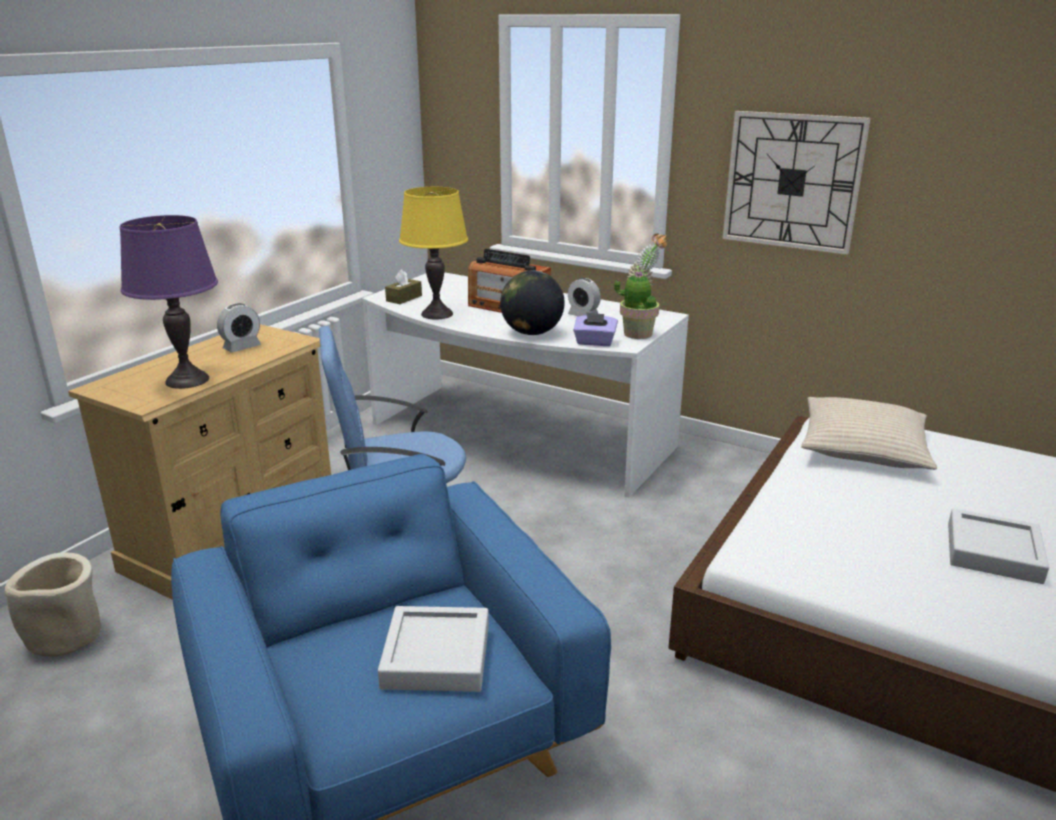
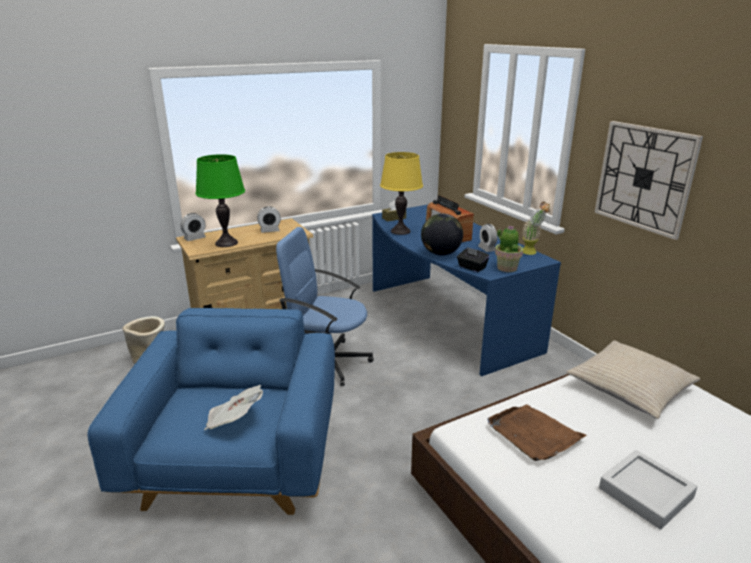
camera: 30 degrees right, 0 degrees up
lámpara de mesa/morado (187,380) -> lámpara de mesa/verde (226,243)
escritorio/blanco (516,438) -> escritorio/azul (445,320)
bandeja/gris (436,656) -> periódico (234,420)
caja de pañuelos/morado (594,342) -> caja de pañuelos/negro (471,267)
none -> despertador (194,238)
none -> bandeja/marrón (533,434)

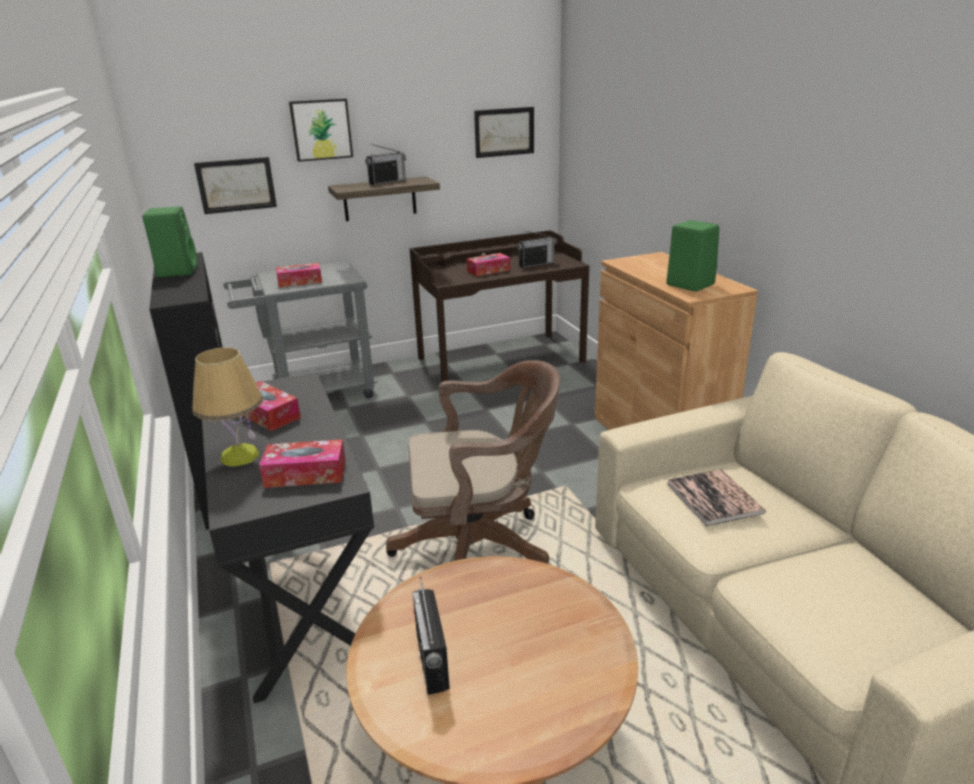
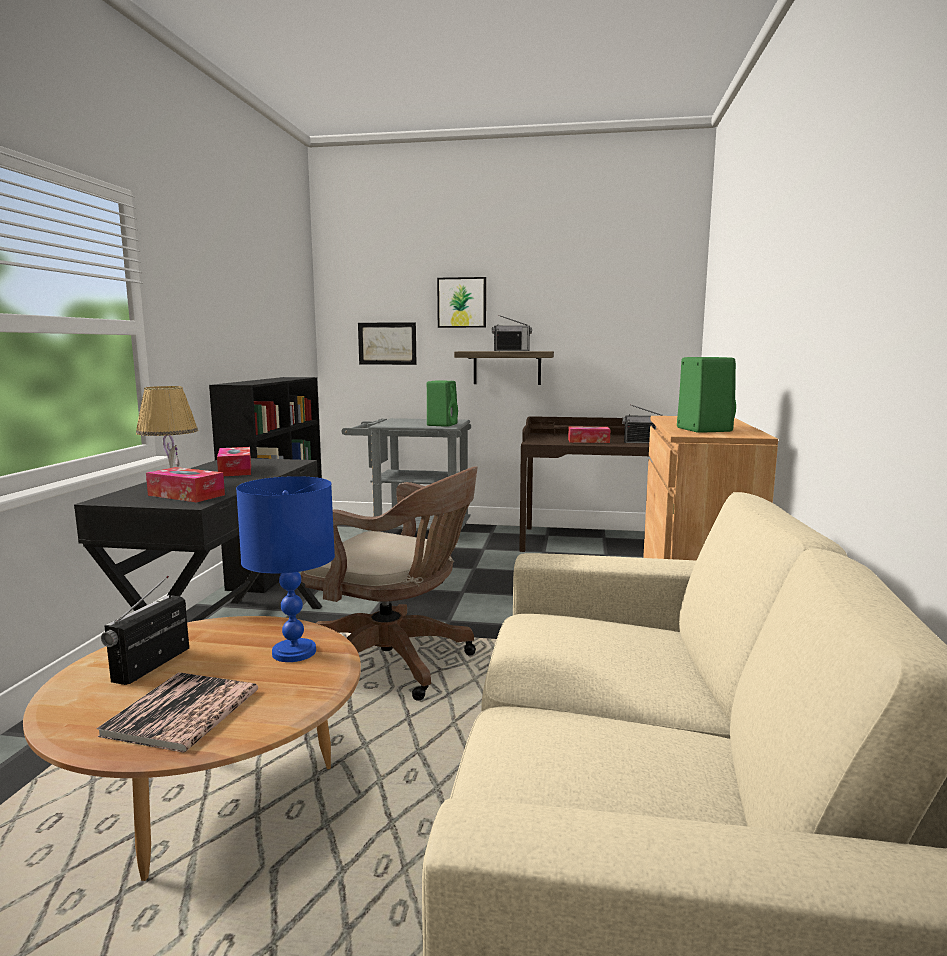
camera: 30 degrees right, 15 degrees down
altavoz/verde (177,271) -> altavoz/verde (442,424), shifted
caja de pañuelos (300,282) -> none
cuadro (504,132) -> none
libro (714,498) -> libro (182,712), shifted
none -> lámpara de mesa/azul (293,652)

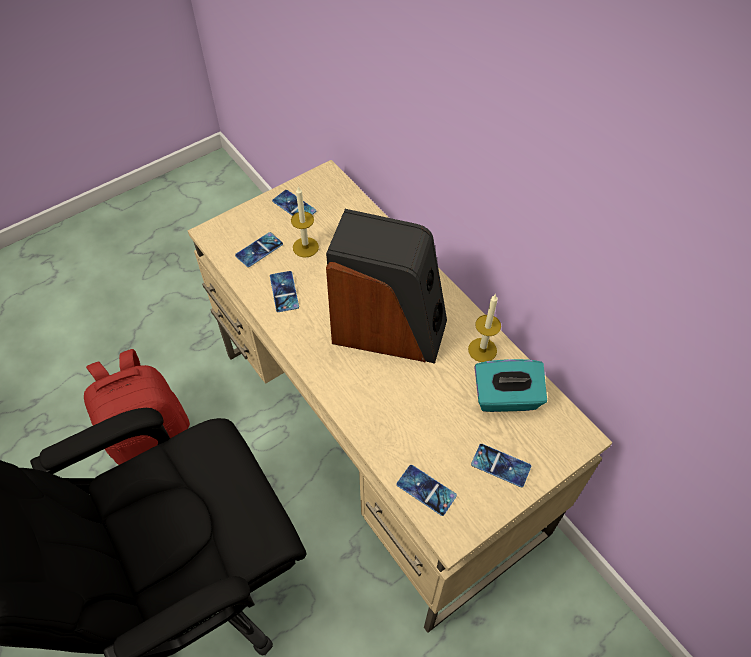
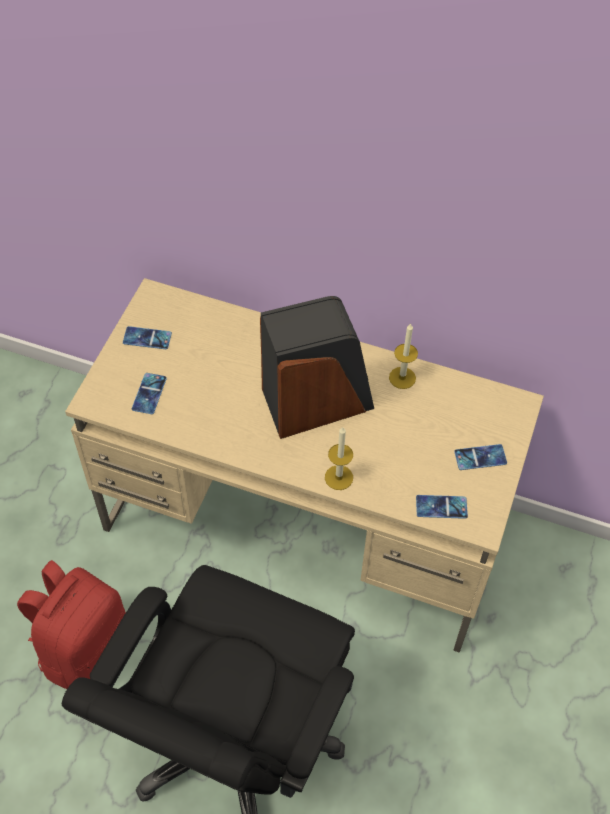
camera: 35 degrees left, 0 degrees up
móvil (284,291) -> none
vela (305,247) -> vela (339,477), shifted
caja de pañuelos/turquesa (506,398) -> none

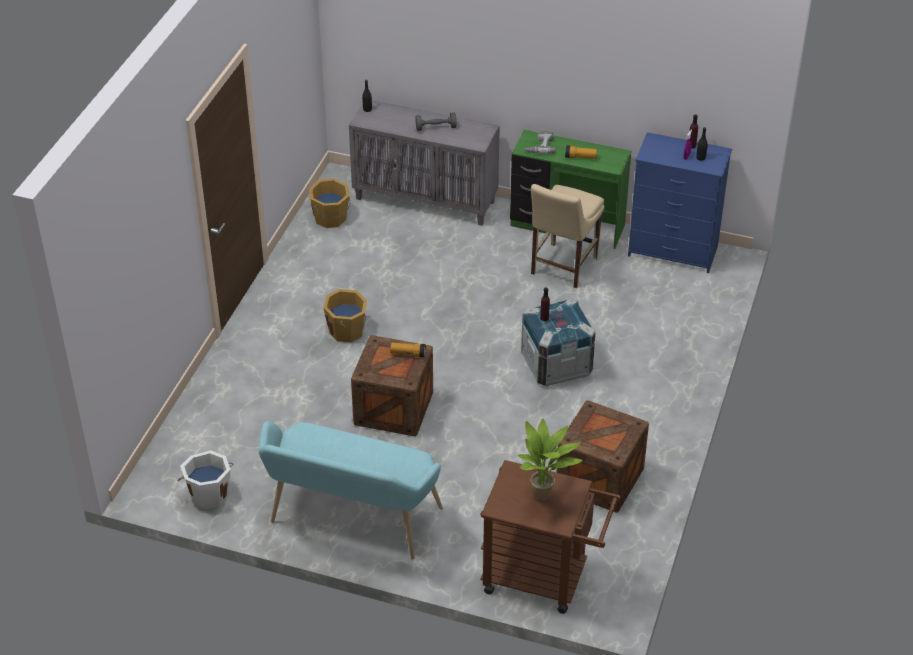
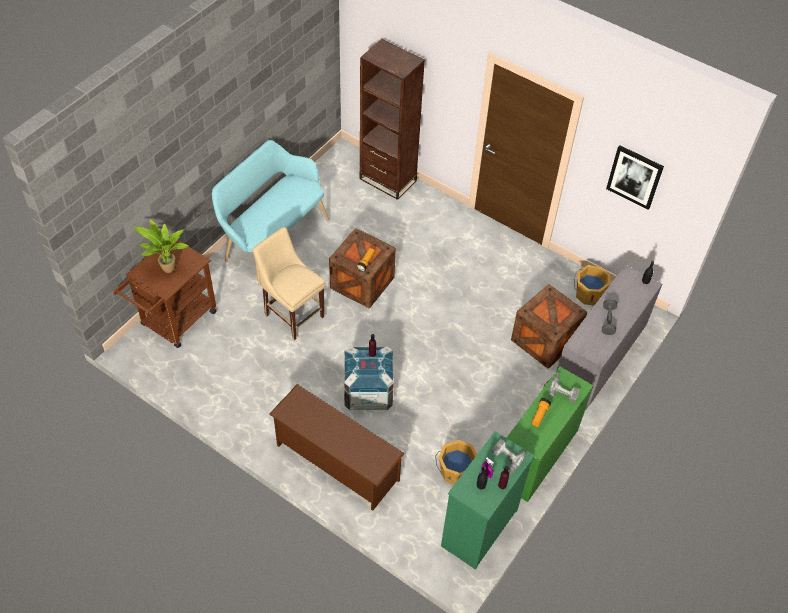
camera: 105 degrees right, 10 degrees up
cubo/blanco (209,494) -> none
cubo/naranja (347,330) -> cubo/naranja (455,472), shifted
silla/beis (562,267) -> silla/beis (292,314), shifted
caja de embalaje (599,479) -> caja de embalaje (544,340), shifted
cómoda/azul (673,251) -> cómoda/verde (478,528)
none -> zapatero/marrón (336,462)
none -> estantería/marrón (387,180)
none -> taladro (505,459)
none -> cuadro (634,177)

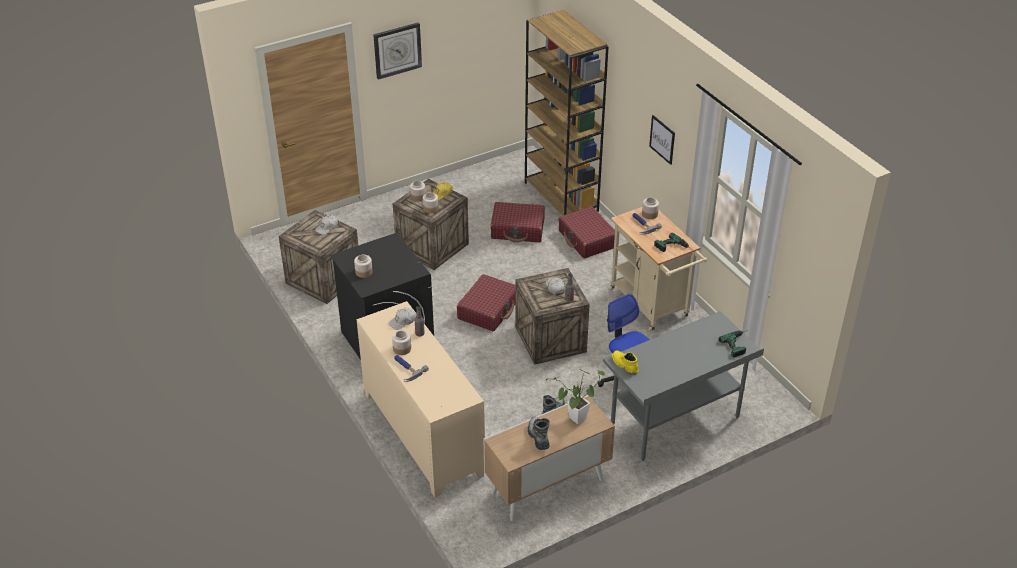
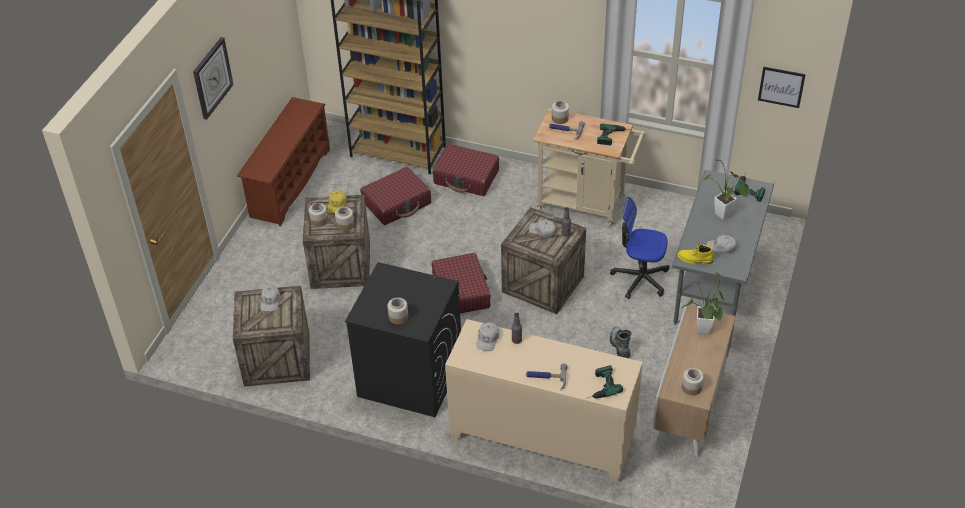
camera: 40 degrees left, 5 degrees up
tarro (402,349) -> tarro (692,387), shifted
bota (538,436) -> none
cuadro (662,139) -> cuadro (781,87), shifted
none -> zapatero/marrón (289,182)
none -> taladro (599,386)
none -> planta en maceta (725,216)
none -> gorra/blanco (721,247)

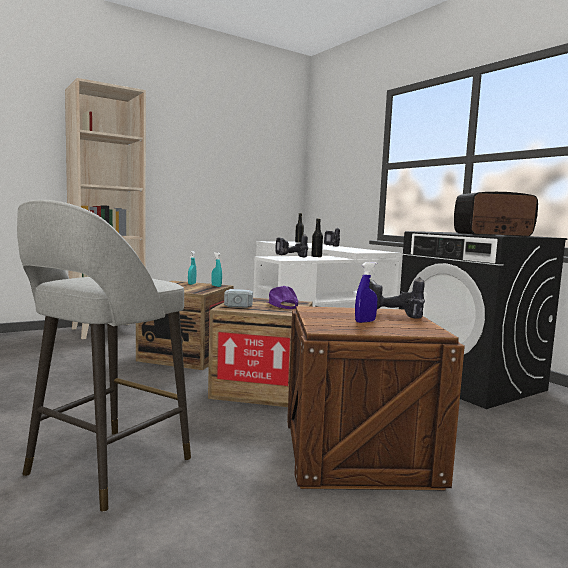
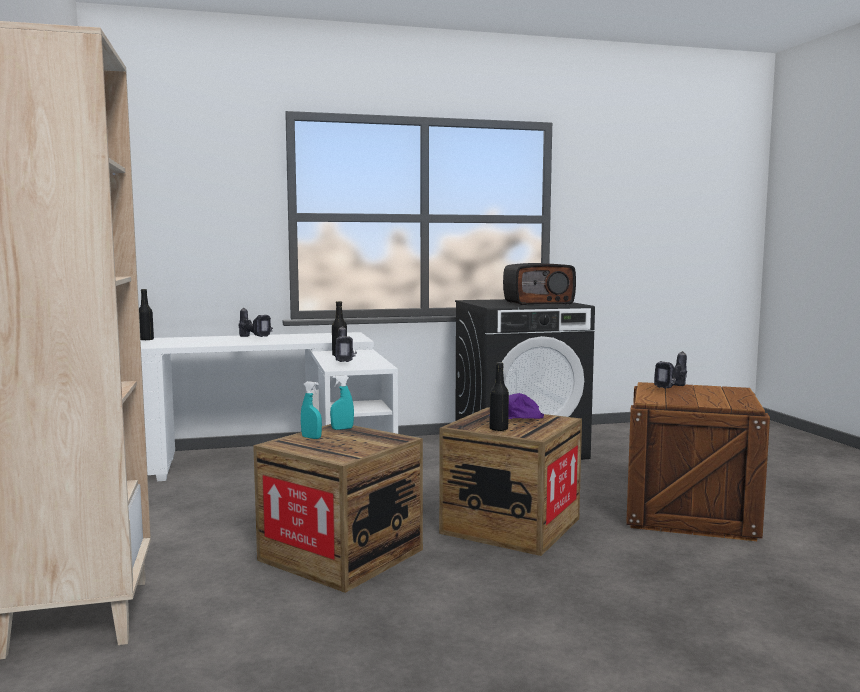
camera: 70 degrees left, 0 degrees up
taburete/gris (105,468) -> none
martillo (239,303) -> botella/negro (498,429)
pulverizador/azul (365,321) -> none
radio (492,234) -> radio (538,303), 120 degrees counterclockwise

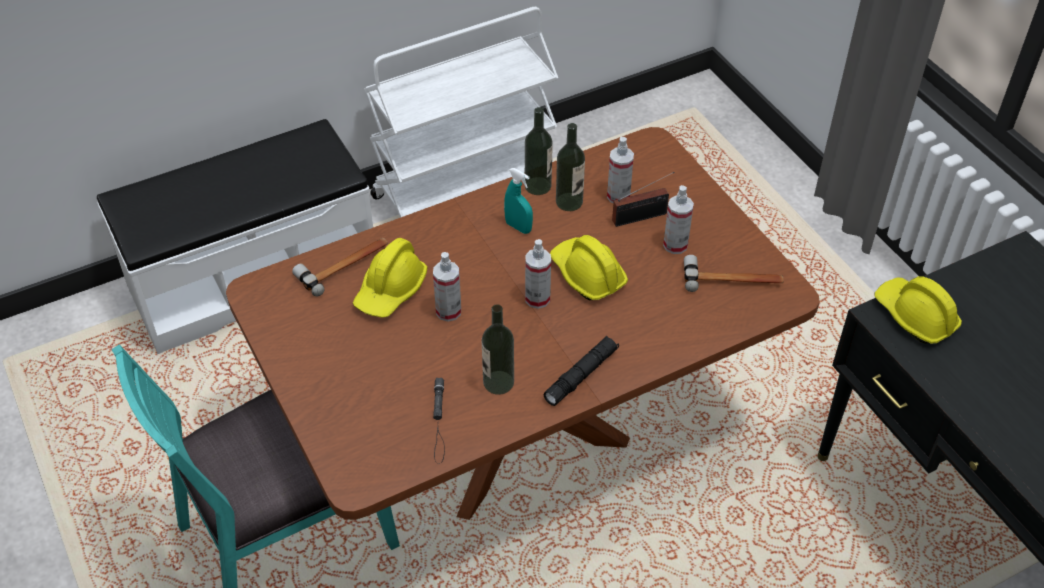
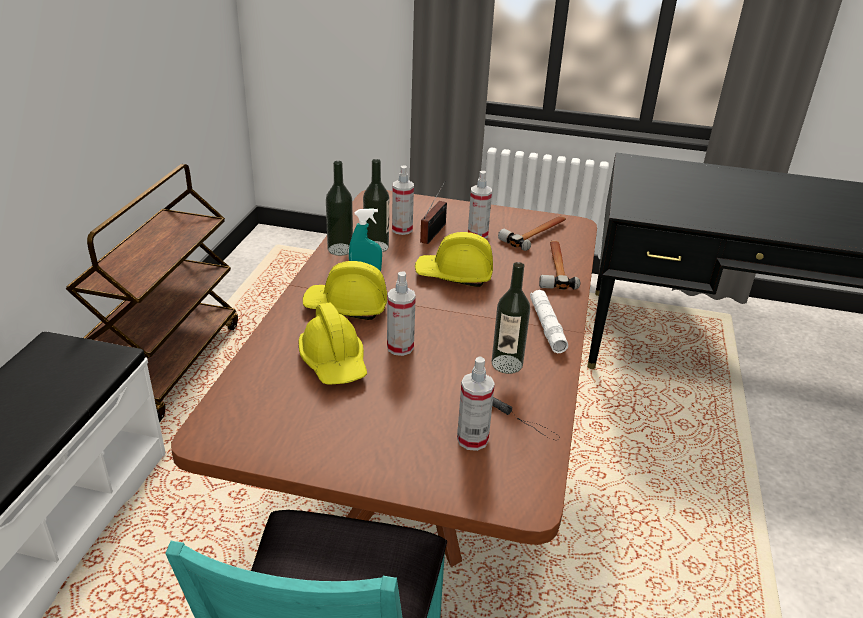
camera: 50 degrees left, 15 degrees down
martillo (345,265) -> martillo (555,268), shifted
carrito/blanco (465,189) -> carrito/marrón (171,363)
pulverizador (537,298) -> pulverizador (472,439), shifted
linterna/negro (581,375) -> linterna/blanco (547,326)
casco/amarillo (914,316) -> casco/amarillo (346,307), shifted

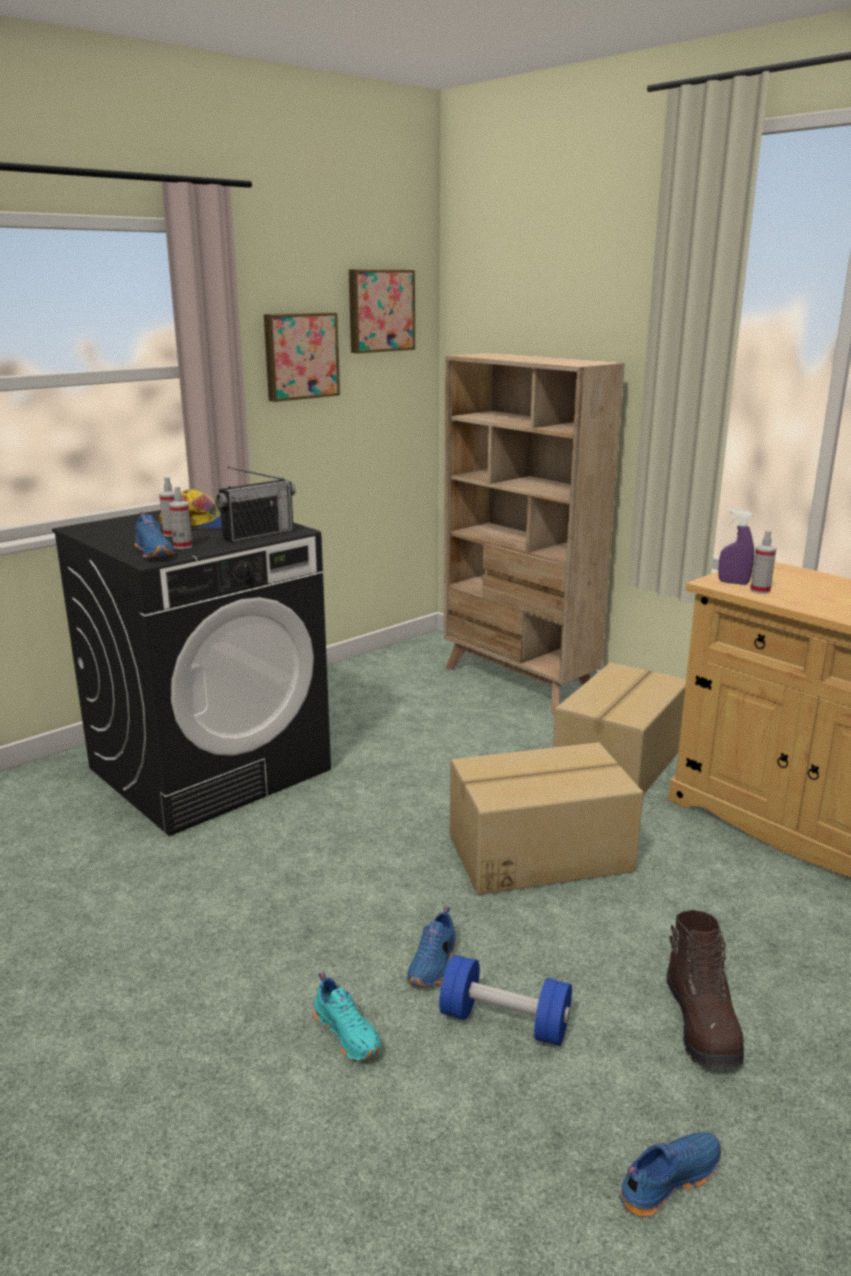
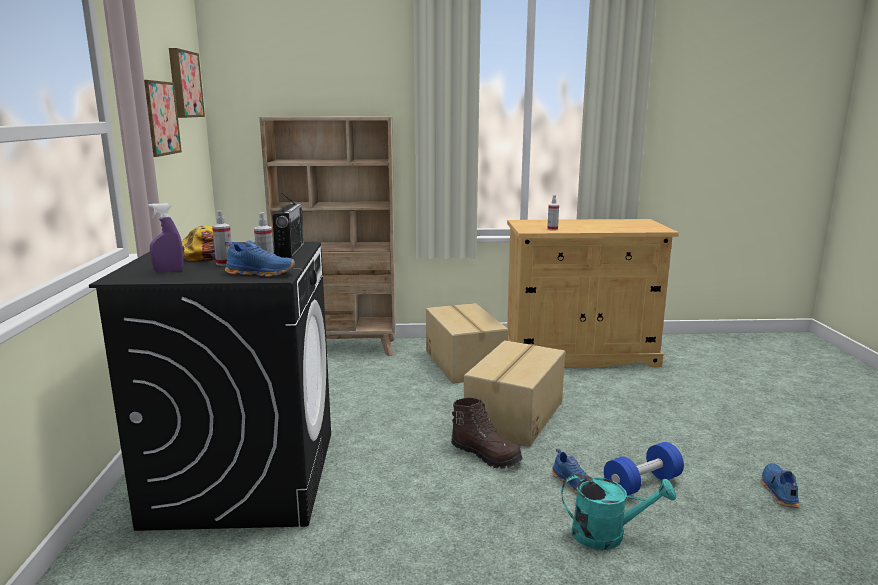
camera: 50 degrees left, 5 degrees down
zapato/turquesa (348,1033) -> regadera/turquesa (608,535)
bota/marrón (703,1024) -> bota/marrón (486,455), shifted
pulverizador/morado (733,582) -> pulverizador/morado (169,271), shifted

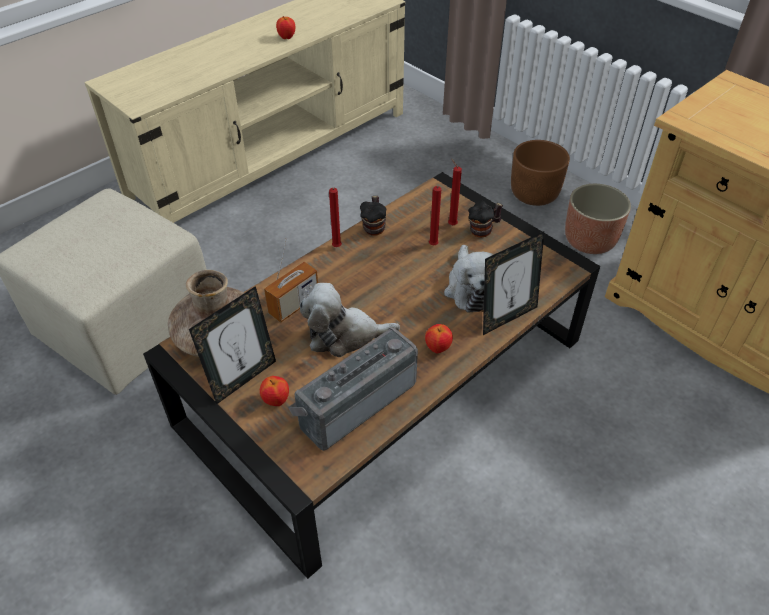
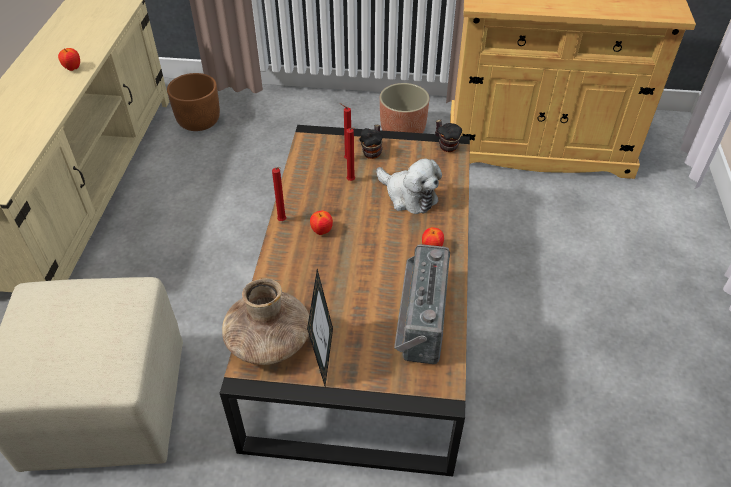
camera: 40 degrees left, 0 degrees up
manzana (276,401) -> manzana (322,231), shifted
radio (294,305) -> none
peluche (344,335) -> none
taza grande (374,227) -> taza grande (446,145), shifted
portarretratos (506,317) -> none
maceta/marrón (534,194) -> maceta/marrón (199,121), shifted

